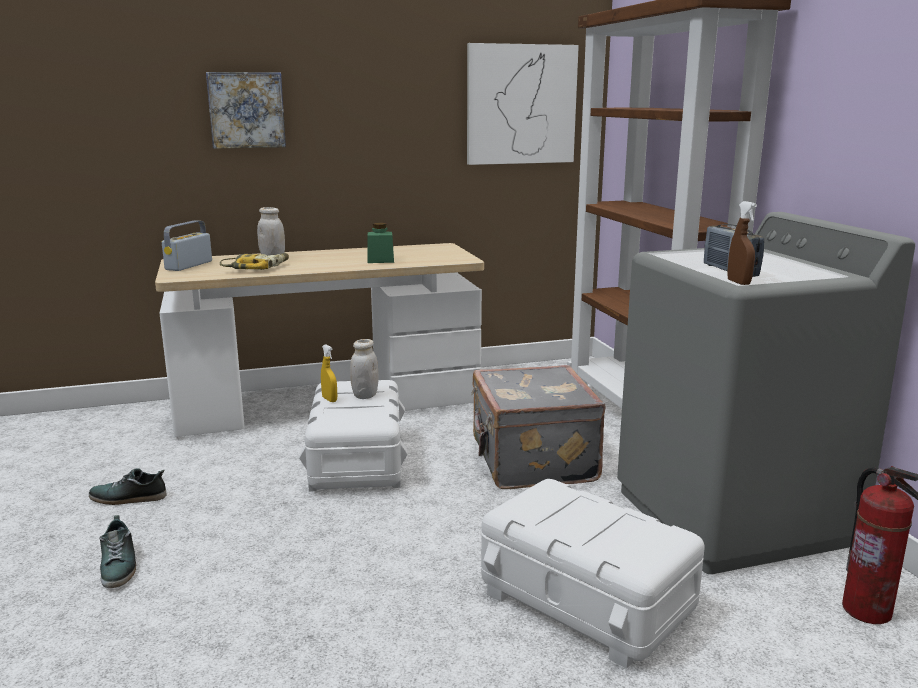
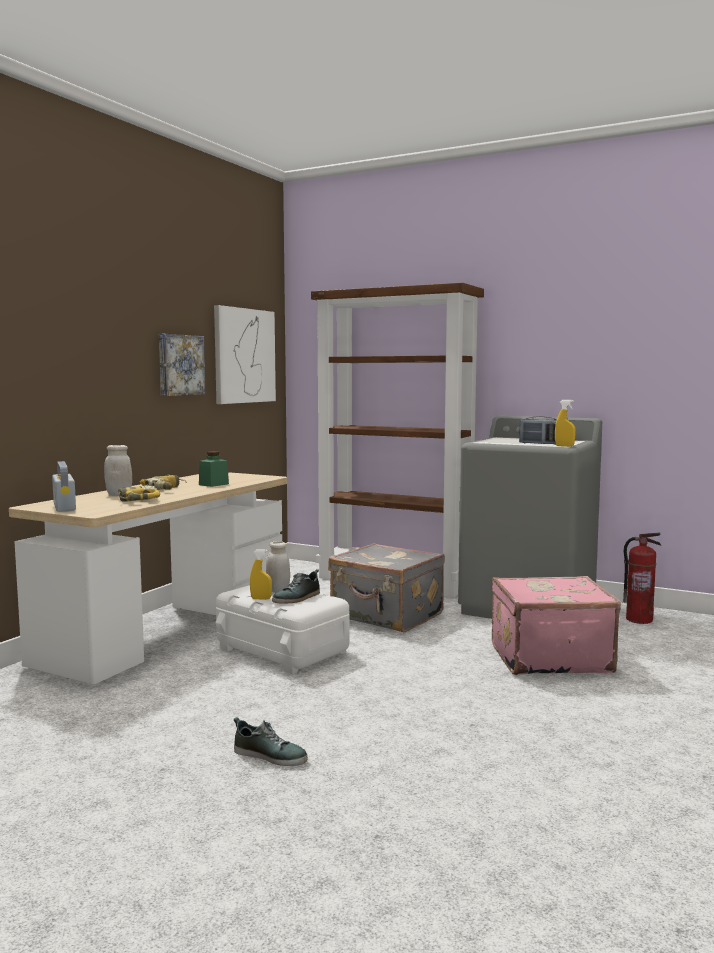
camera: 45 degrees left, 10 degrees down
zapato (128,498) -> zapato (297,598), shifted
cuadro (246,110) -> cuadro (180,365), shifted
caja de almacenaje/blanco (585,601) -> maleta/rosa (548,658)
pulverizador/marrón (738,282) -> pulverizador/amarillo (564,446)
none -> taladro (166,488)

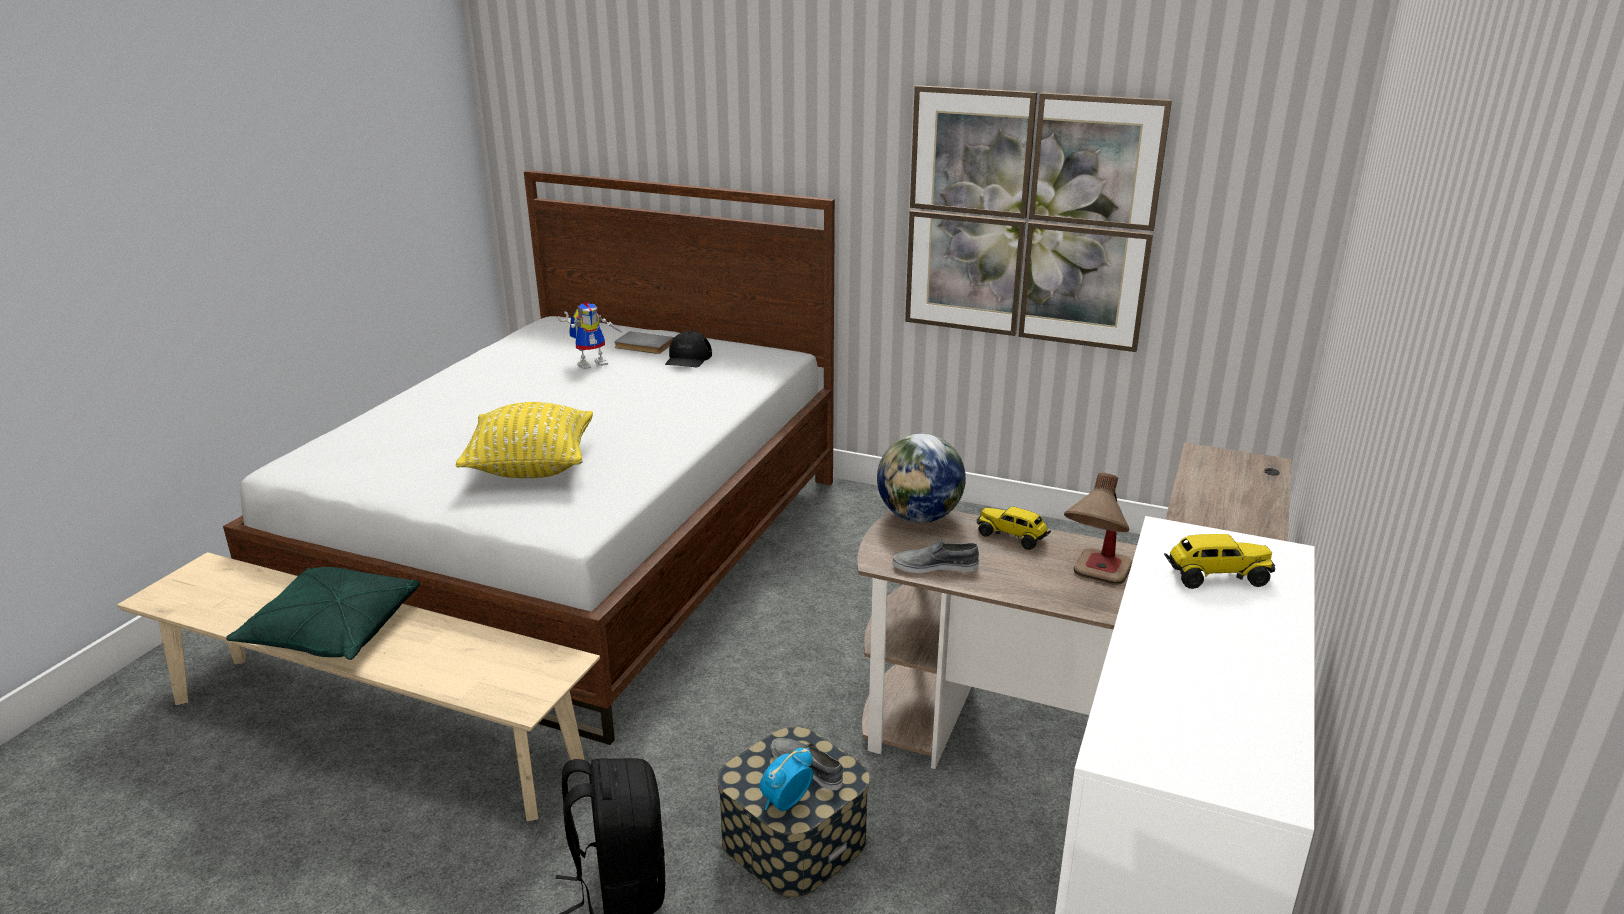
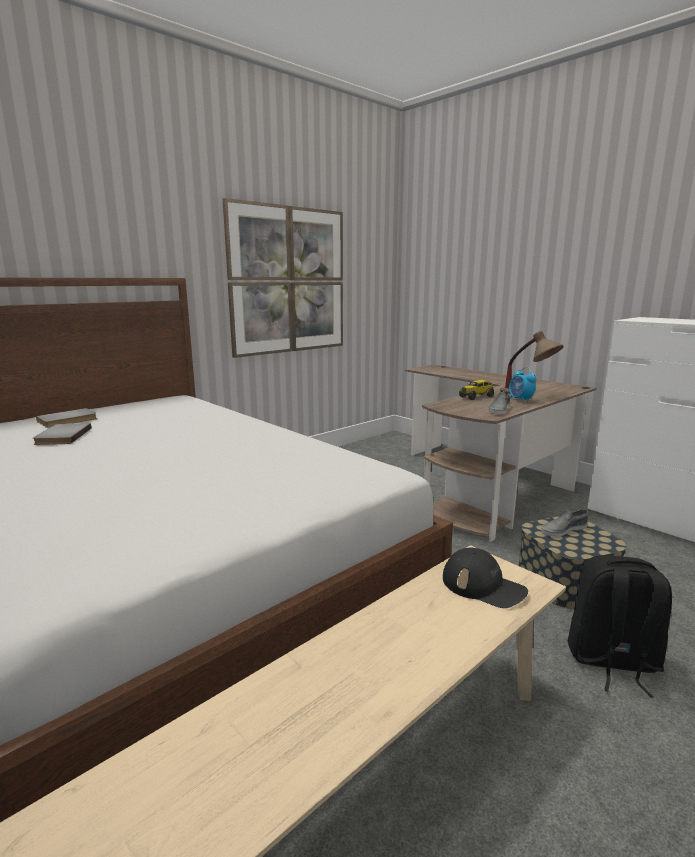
camera: 65 degrees left, 10 degrees down
cojín/verde (332,632) -> none
cojín/amarillo (531,467) -> none
robot de juguete (593,363) -> libro/gris (61,436)
gorra/negro (688,358) -> gorra/negro (483,586), shifted
despertador (785,803) -> despertador (520,400), shifted
globo terráqueo (919,517) -> none
camión de juguete (1216,576) -> none

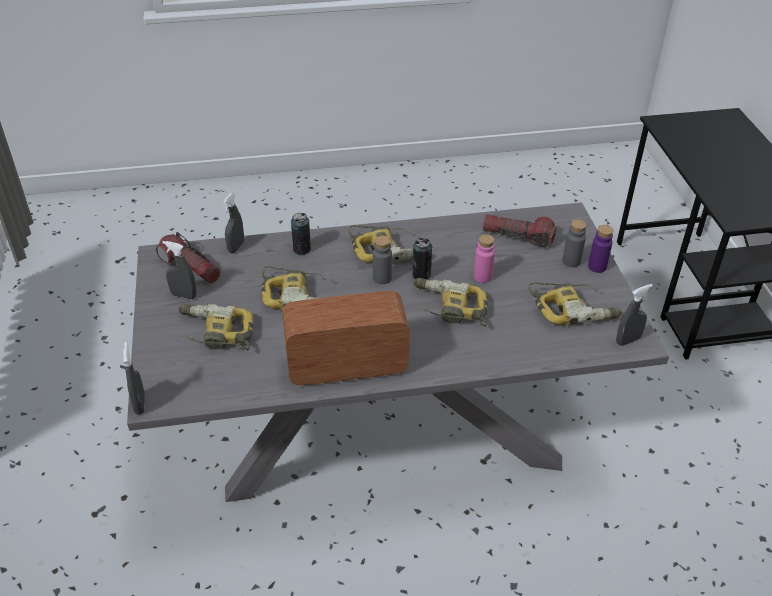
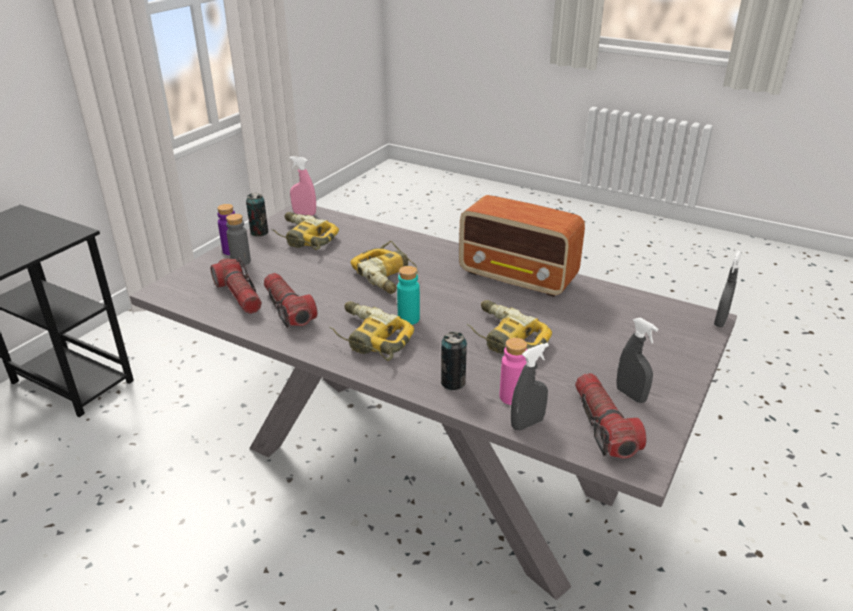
camera: 140 degrees left, 10 degrees down
taladro (214,334) -> none
botella/gris (382,278) -> botella/turquesa (408,319)
lata (421,275) -> lata (259,232), shifted
botella/rosa (482,276) -> botella/rosa (512,397), shifted
pulverizador/gris (628,340) -> pulverizador/rosa (304,214)
none -> linterna (288,309)

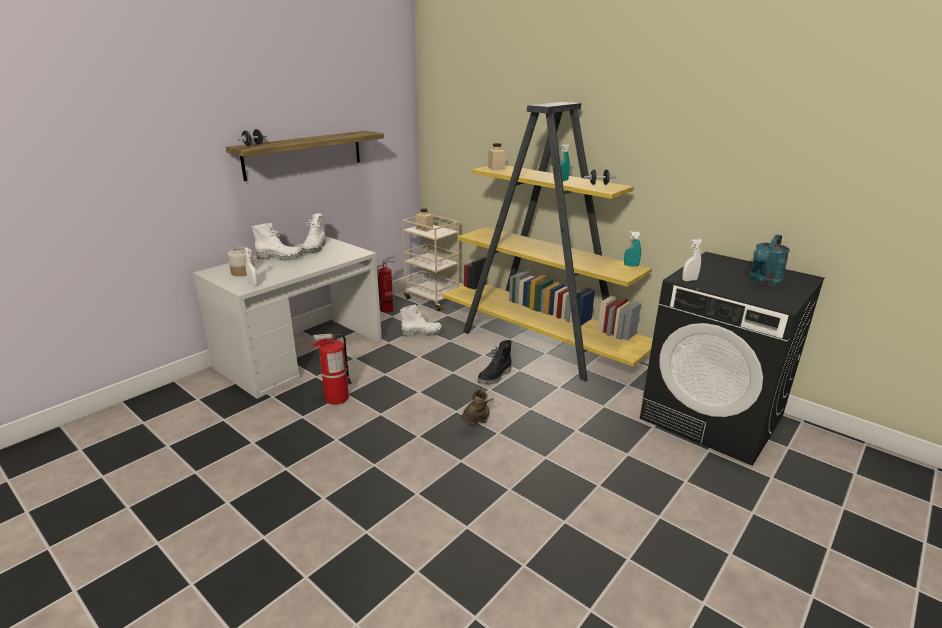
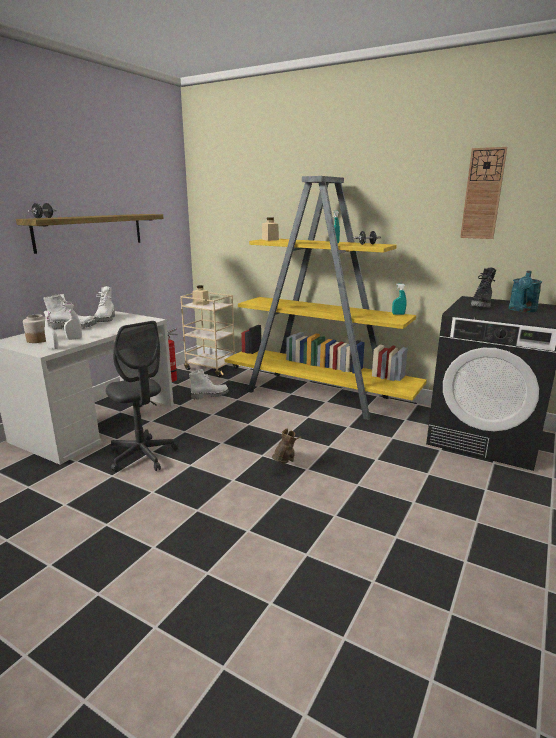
camera: 10 degrees left, 5 degrees down
extintor (336,398) -> silla de oficina/gris (142,456)
bota/negro (495,377) -> bota/negro (482,305), shifted
pulverizador/blanco (689,280) -> pulverizador/blanco (74,339), shifted
none -> reloj de pared (483,194)

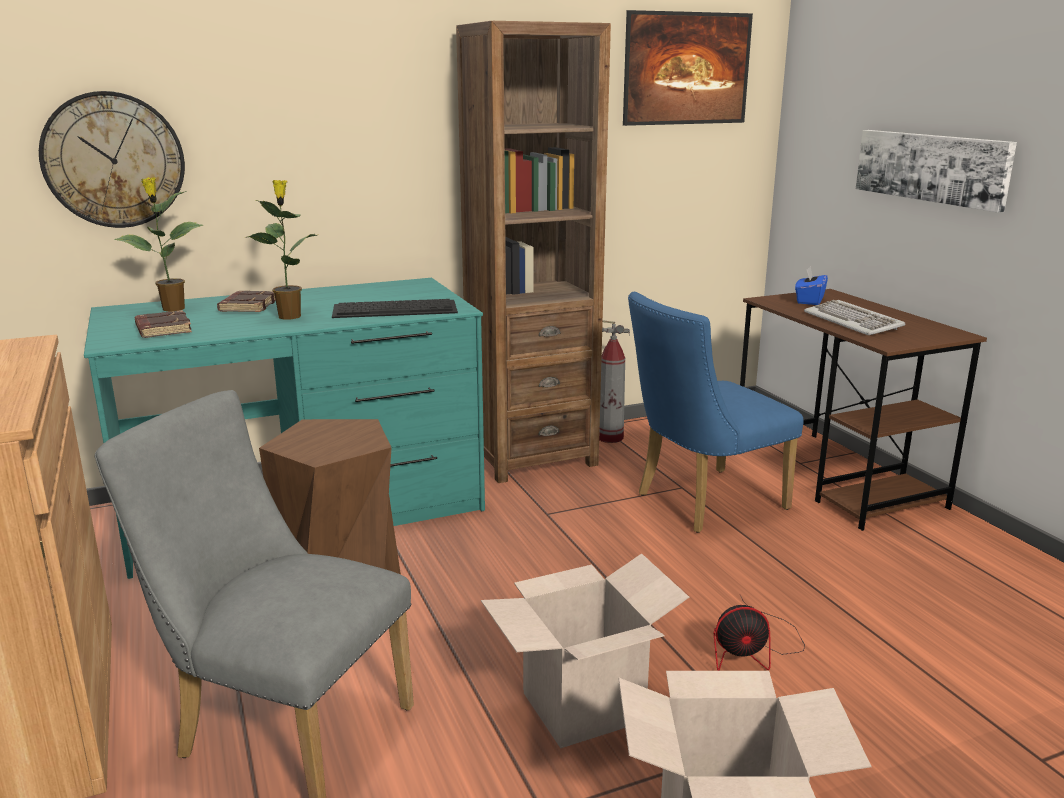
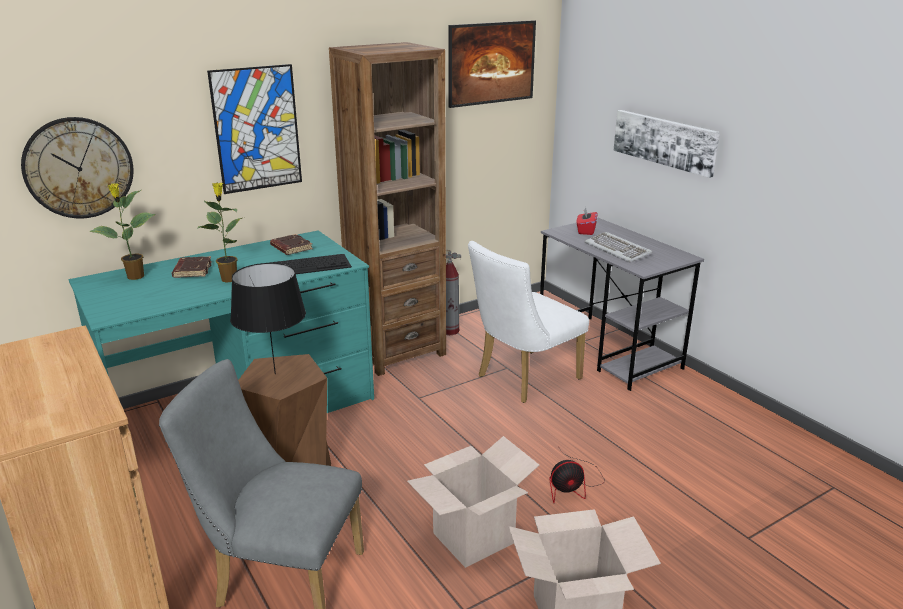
camera: 10 degrees left, 5 degrees up
libro/marrón (162,329) -> libro/marrón (290,248), shifted
silla/azul (701,503) -> silla/blanco (522,379)
escritorio/marrón (836,478) -> escritorio/gris (608,351)
caja de pañuelos/azul (809,301) -> caja de pañuelos/rojo (585,231)
none -> cuadro (257,129)
none -> lámpara de mesa/negro (275,374)

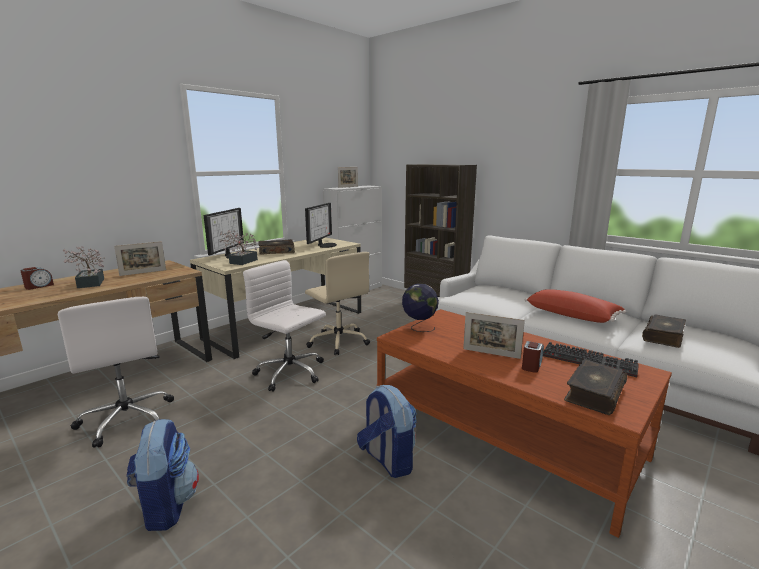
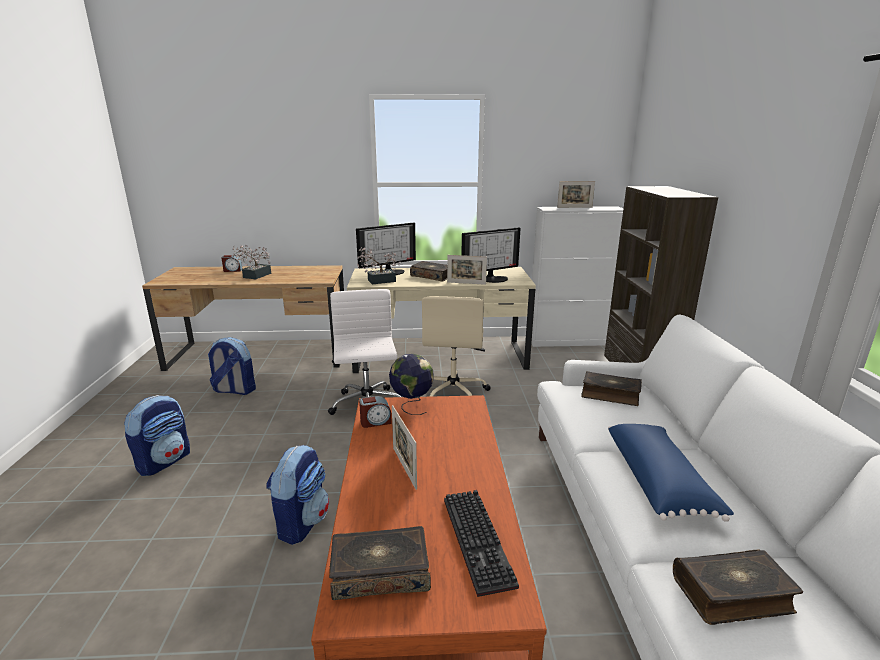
camera: 45 degrees right, 5 degrees up
silla de oficina/blanco (127,419) -> mochila (234,390)
portarretratos (143,272) -> portarretratos (466,283), shifted
despertador (531,365) -> despertador (375,422), shifted
cojín/rojo (572,315) -> cojín/azul (659,482)
none -> libro (610,395)

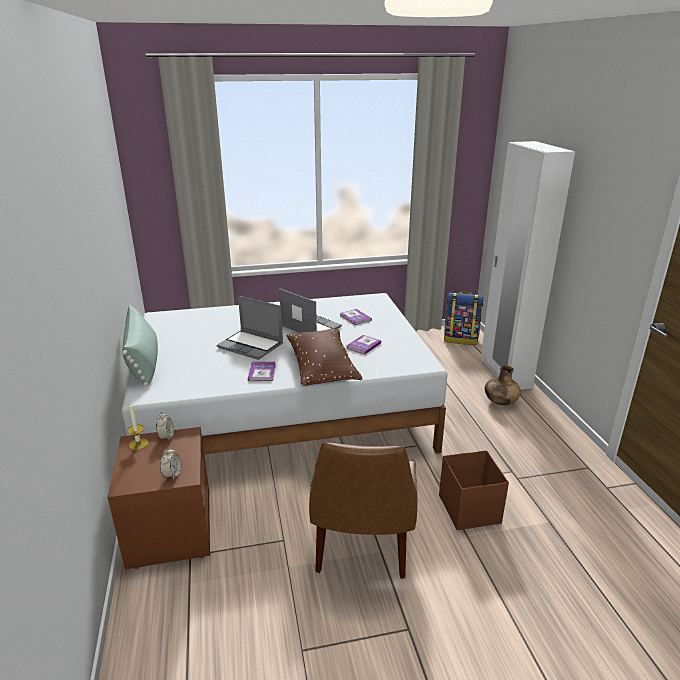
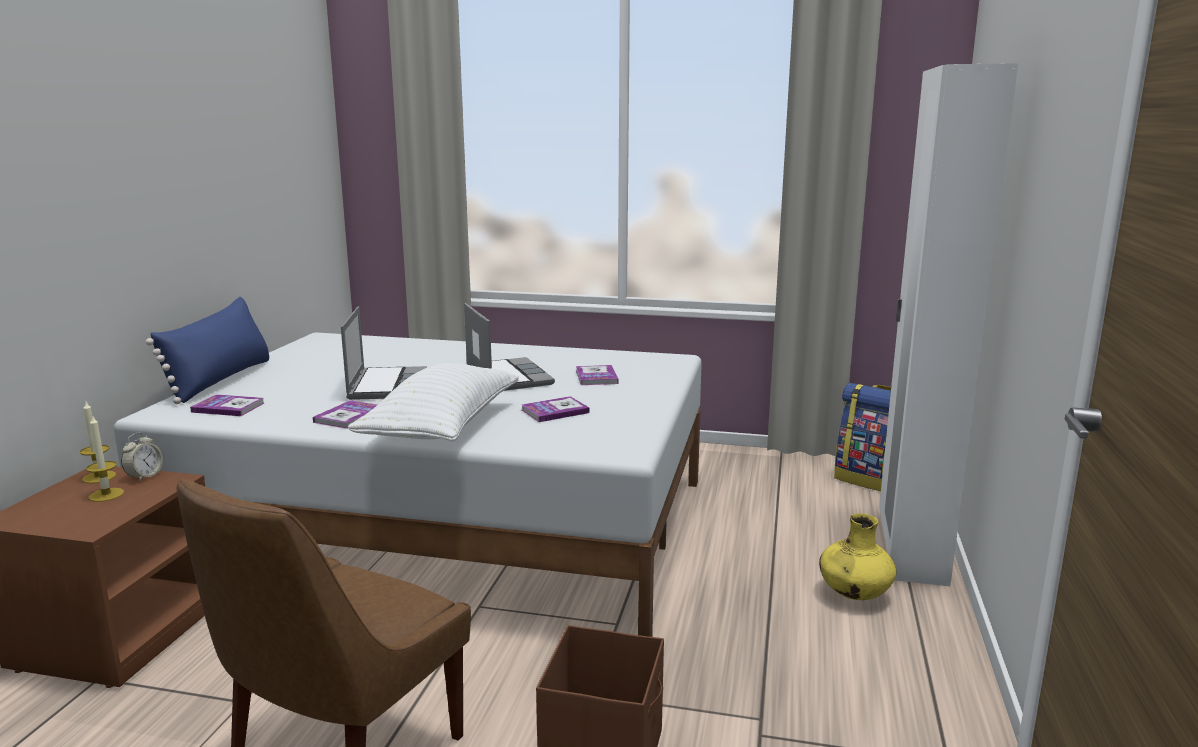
camera: 25 degrees right, 10 degrees down
cojín/verde (144,362) -> cojín/azul (221,380)
despertador (172,474) -> none
portátil (251,346) -> portátil (387,385), 150 degrees counterclockwise
cojín/marrón (322,369) -> cojín/blanco (442,428)
florero/marrón (500,402) -> florero/amarillo (854,594)
none -> vela (106,495)
none -> libro (228,407)

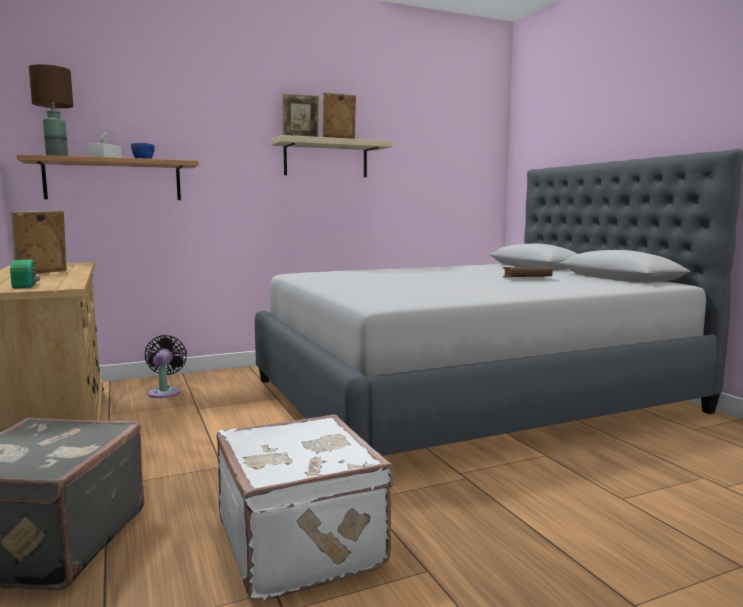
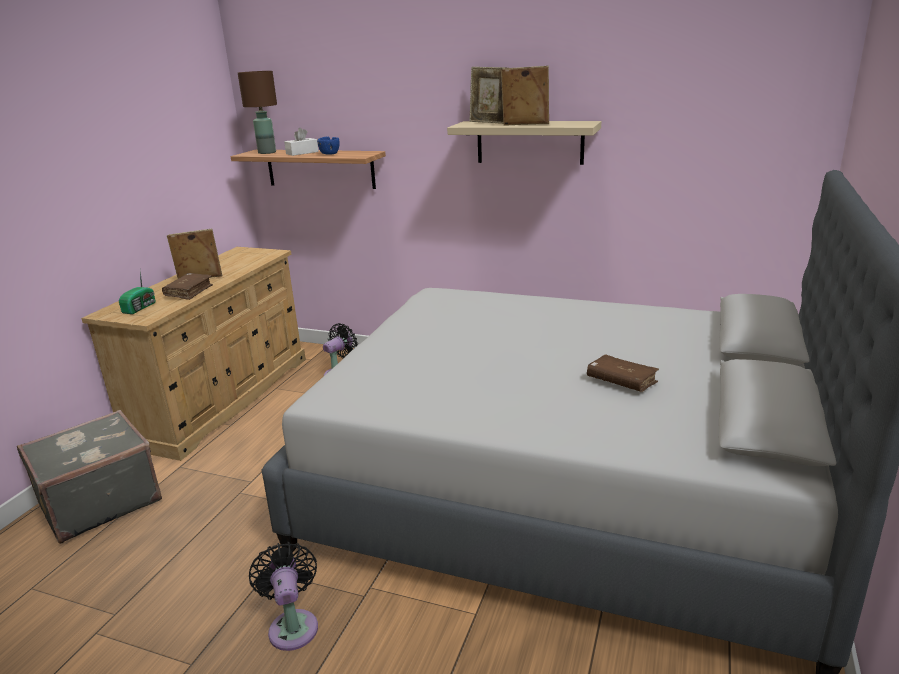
camera: 45 degrees right, 15 degrees up
maleta/blanco (303,543) -> none
none -> libro/marrón (189,292)
none -> ventilador/negro (293,625)

